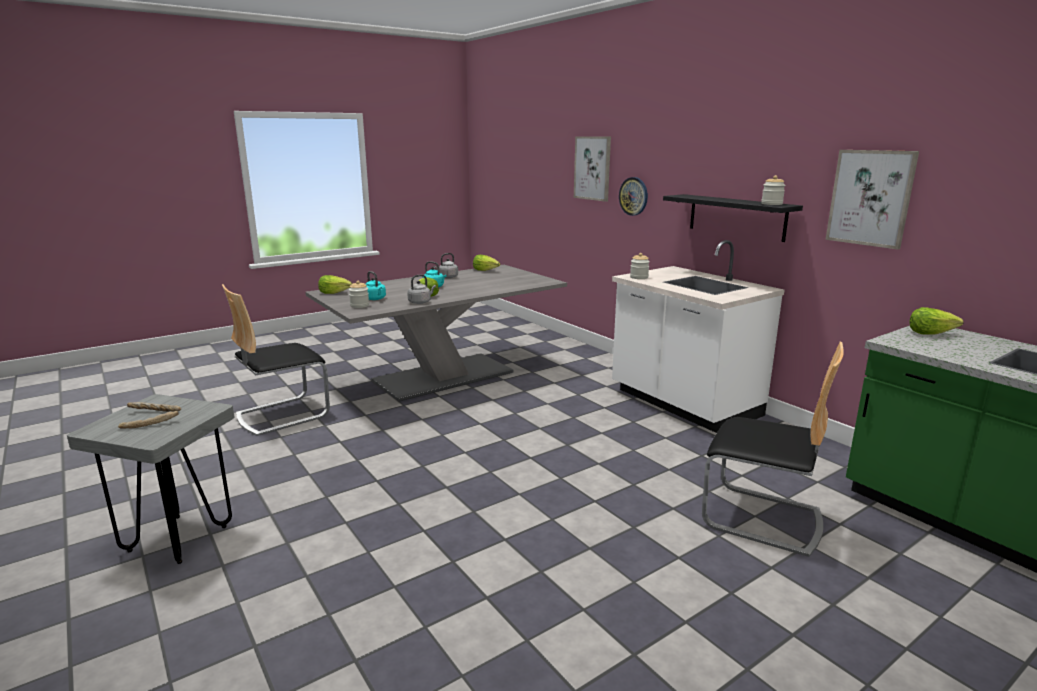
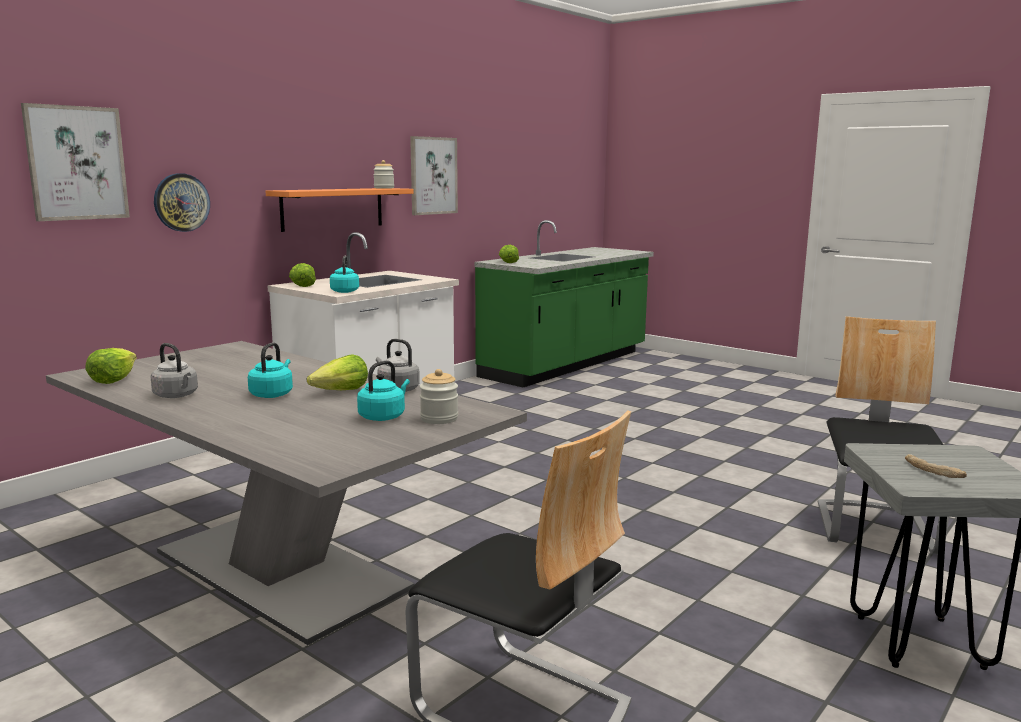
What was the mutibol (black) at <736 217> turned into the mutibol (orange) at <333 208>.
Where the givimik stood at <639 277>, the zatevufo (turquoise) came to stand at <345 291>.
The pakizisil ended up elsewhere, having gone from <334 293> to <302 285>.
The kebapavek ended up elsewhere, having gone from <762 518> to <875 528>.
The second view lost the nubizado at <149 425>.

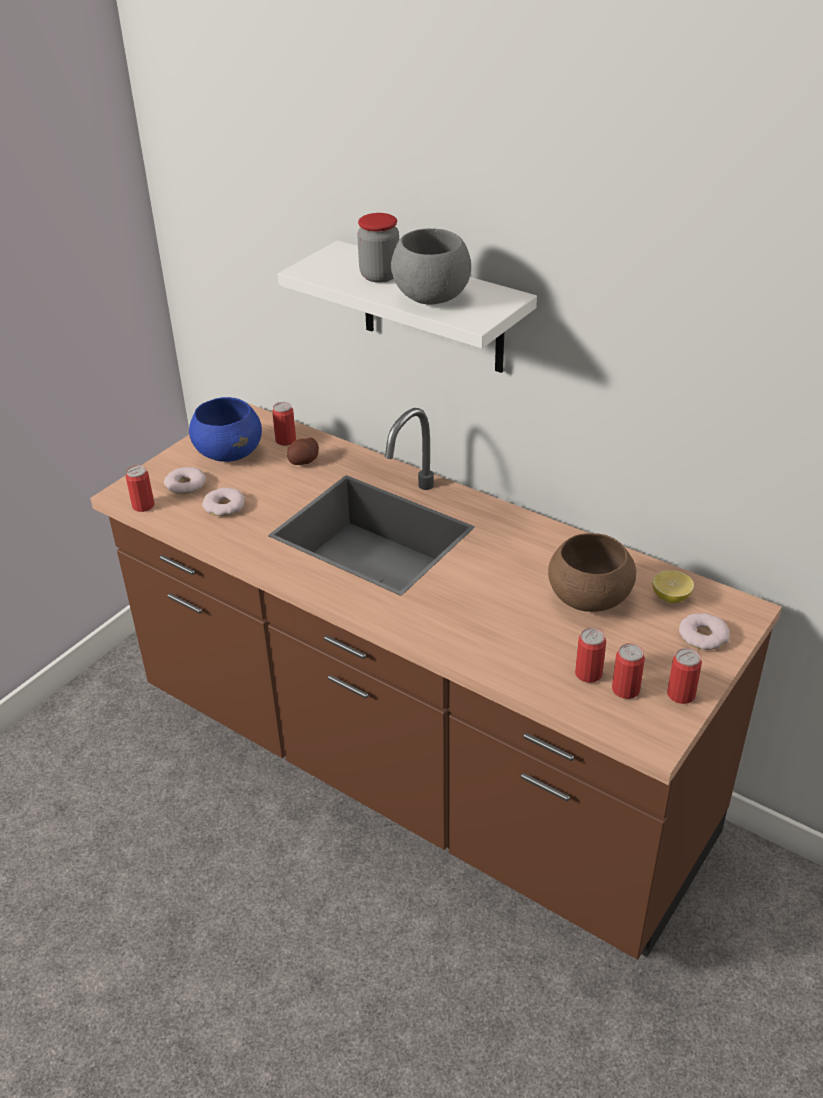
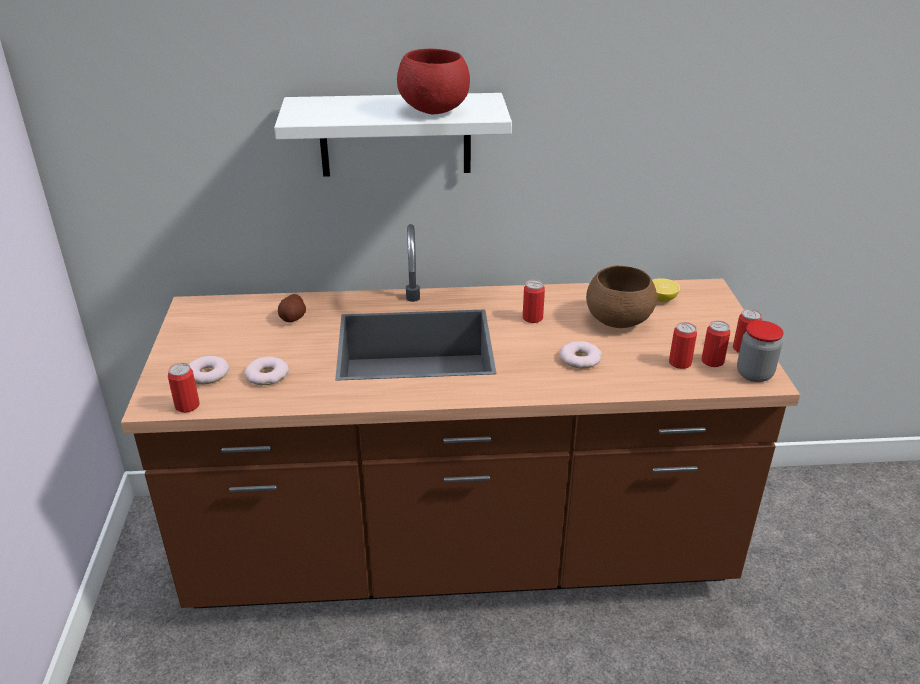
The givimik ended up elsewhere, having gone from <379 276> to <754 374>.
What was the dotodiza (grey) at <430 299> turned into the dotodiza (red) at <433 111>.
The second view lost the dotodiza (blue) at <229 453>.
The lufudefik ended up elsewhere, having gone from <285 440> to <532 318>.
The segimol ended up elsewhere, having gone from <703 636> to <580 359>.

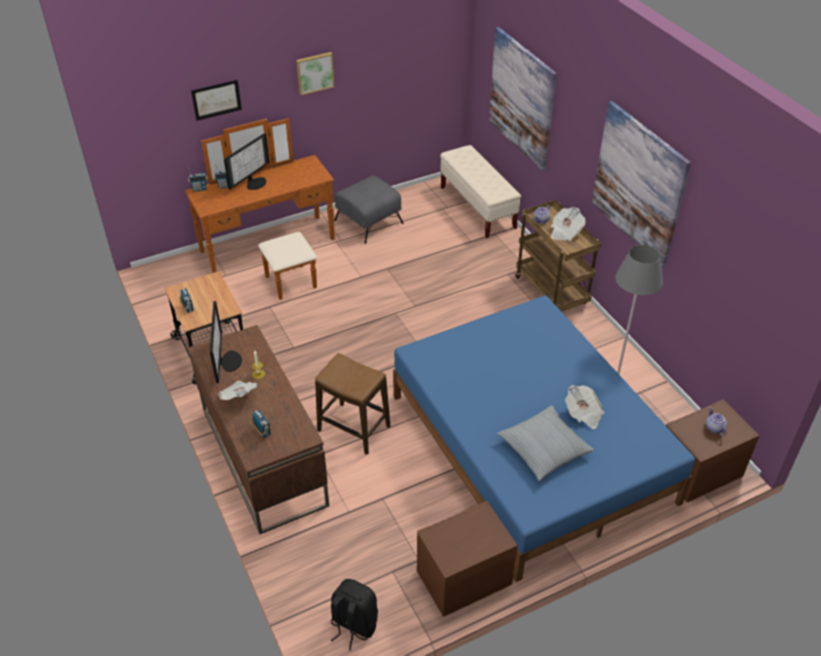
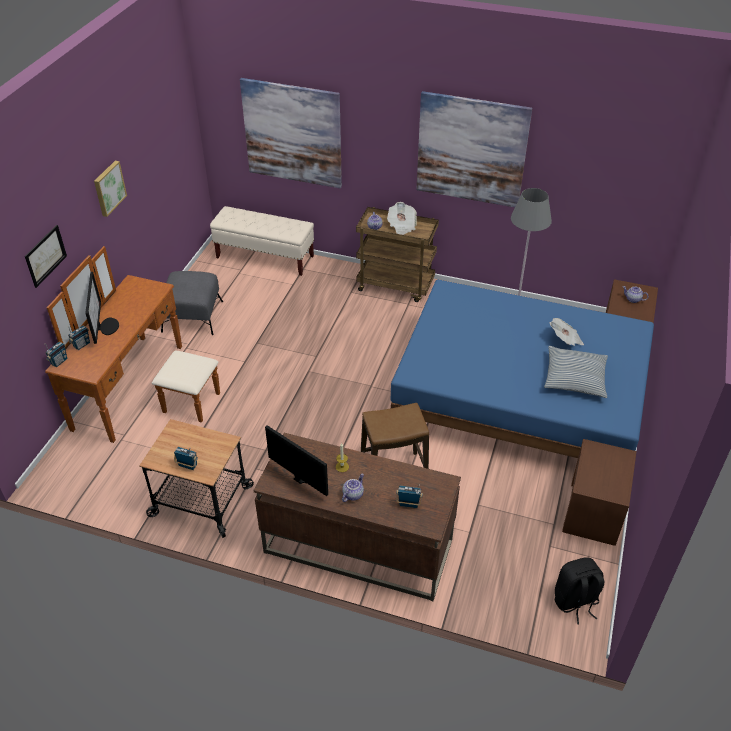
Where the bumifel stood at <238 397>, the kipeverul came to stand at <352 494>.

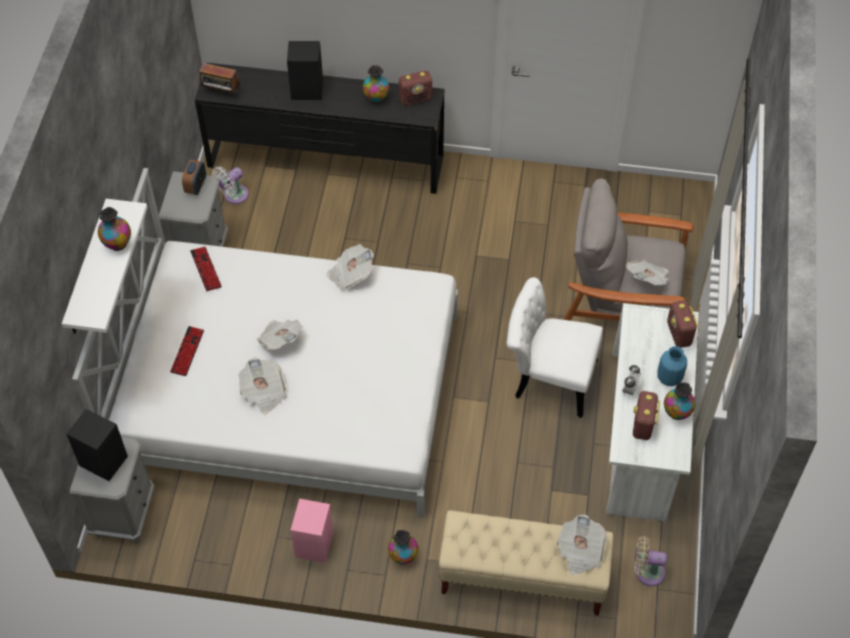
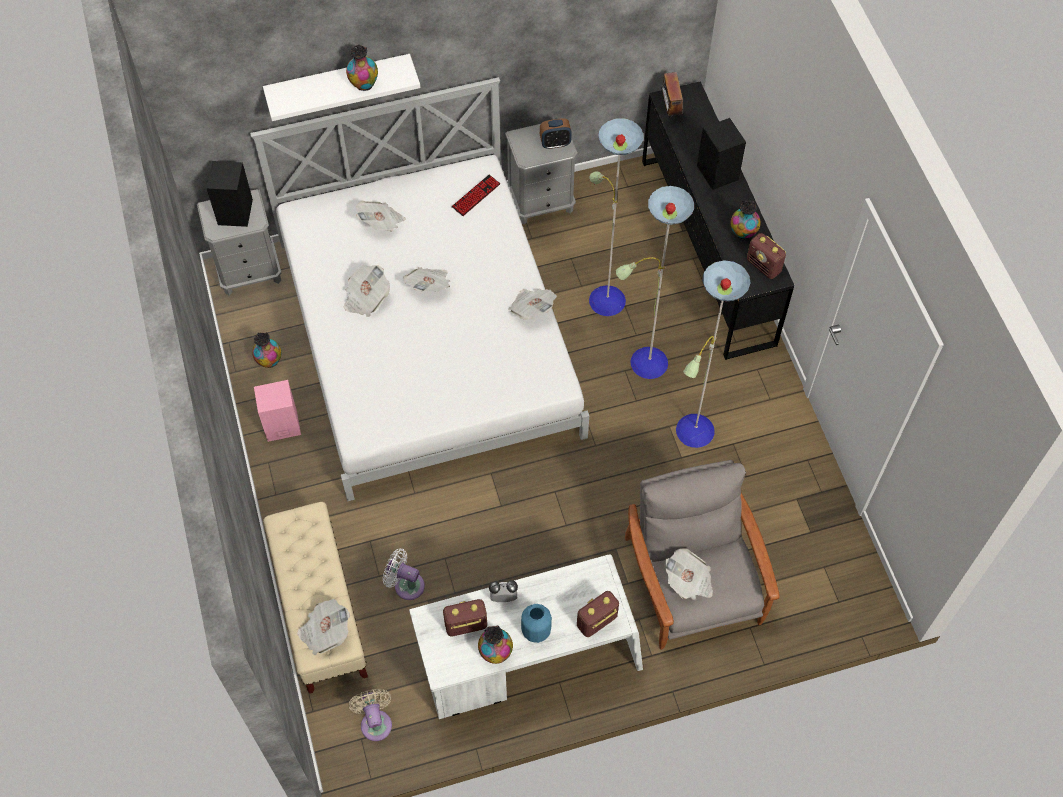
The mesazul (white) ended up elsewhere, having gone from <233 196> to <406 584>.
The second view lost the kebapavek (white) at <547 378>.
Where the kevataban stood at <187 351>, the bumifel came to stand at <381 223>.
The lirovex ended up elsewhere, having gone from <403 556> to <269 361>.
The second view gained the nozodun at <646 363>.

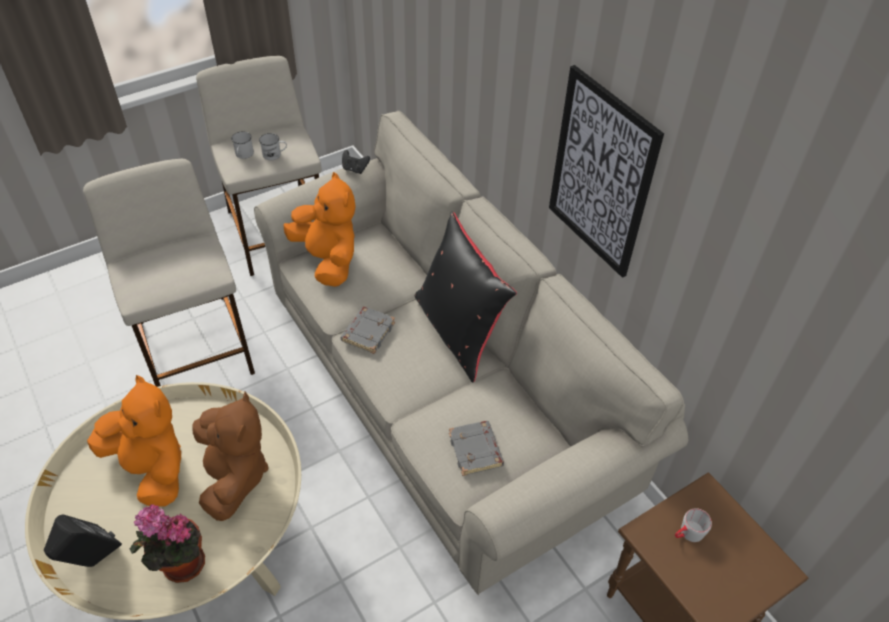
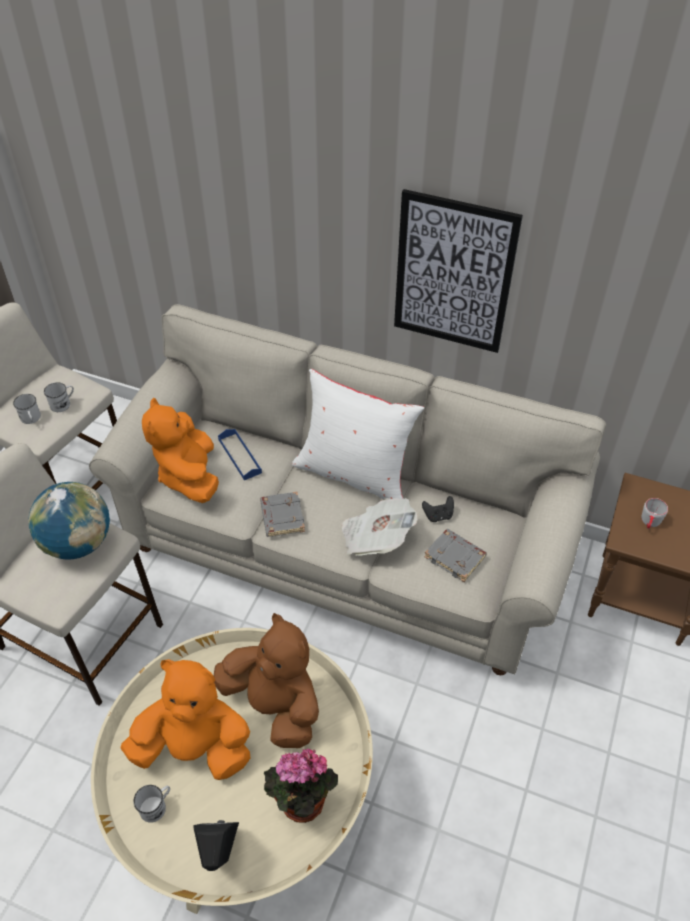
The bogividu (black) ended up elsewhere, having gone from <355 169> to <438 515>.
The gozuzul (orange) at <328 260> ended up facing another way, 120 degrees counterclockwise from before.
What was the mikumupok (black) at <459 331> turned into the mikumupok (white) at <354 474>.
The second view gained the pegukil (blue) at <239 456>.
The second view gained the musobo at <78 543>.
The second view gained the bumifel at <376 538>.
The second view gained the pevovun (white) at <156 806>.

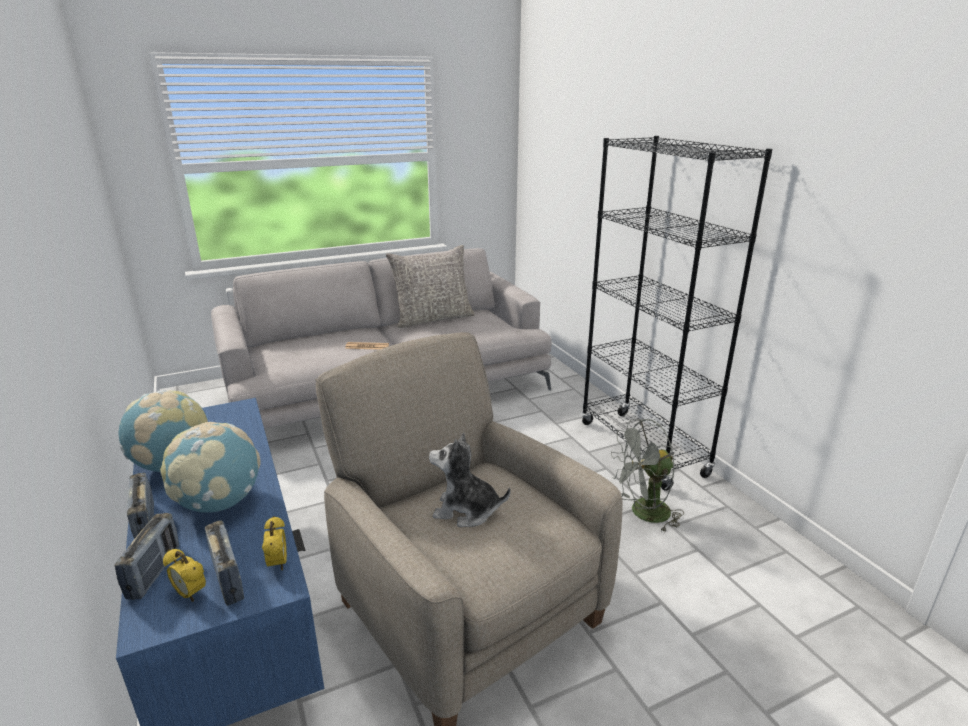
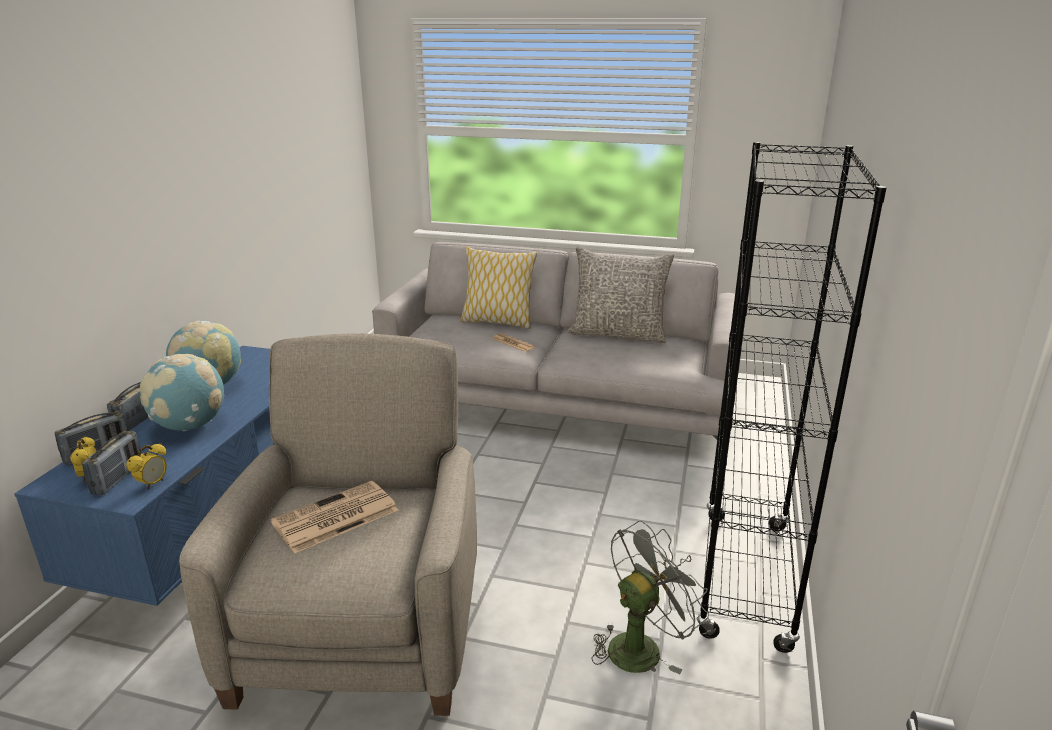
The mesazul (grey) at <643 514> ended up facing another way, 120 degrees clockwise from before.
Where the gozuzul stood at <466 511>, the bumifel came to stand at <334 518>.
The second view gained the mikumupok at <497 322>.

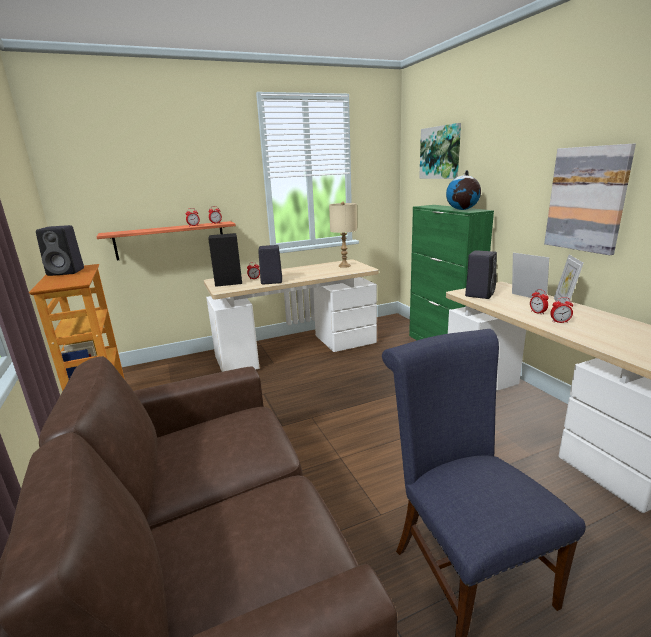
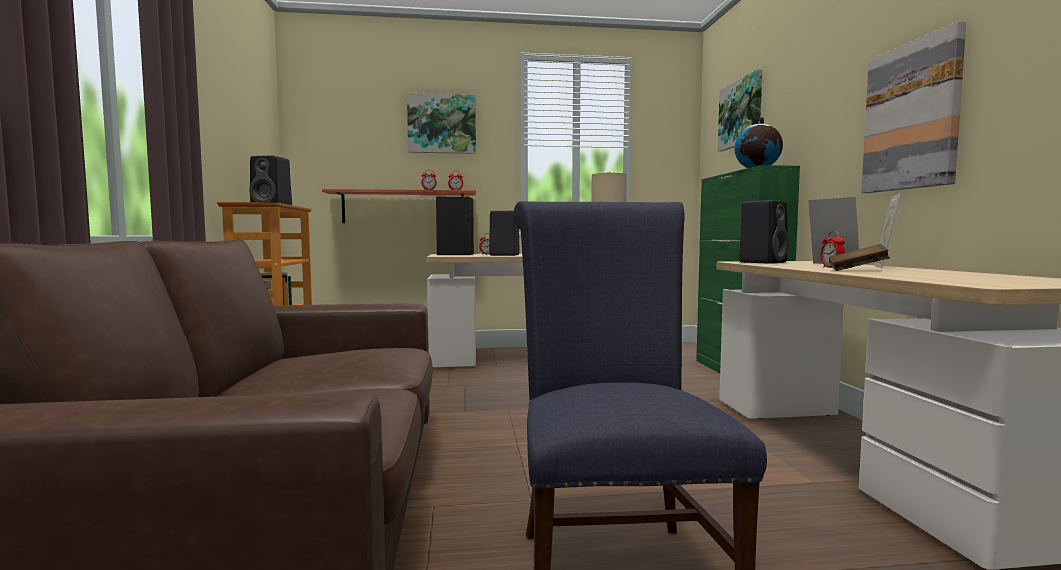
Where the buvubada stood at <559 322>, the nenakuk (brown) came to stand at <857 270>.
The second view gained the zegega at <442 124>.

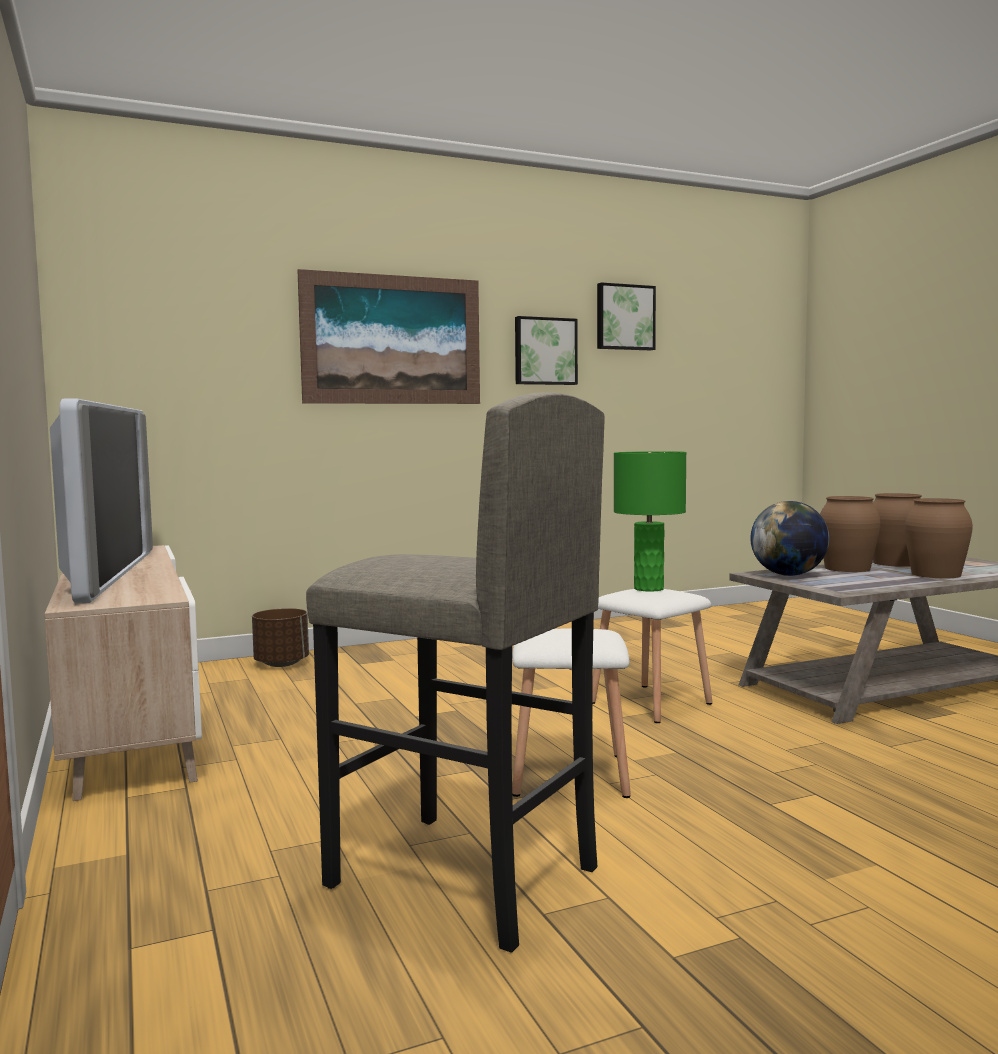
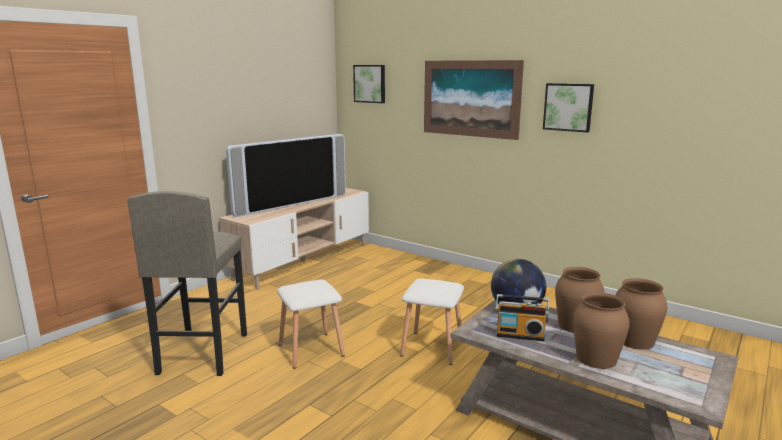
The zegega ended up elsewhere, having gone from <624 317> to <370 83>.
The second view lost the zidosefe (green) at <648 589>.
The second view lost the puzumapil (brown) at <281 663>.
The second view gained the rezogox at <520 334>.

